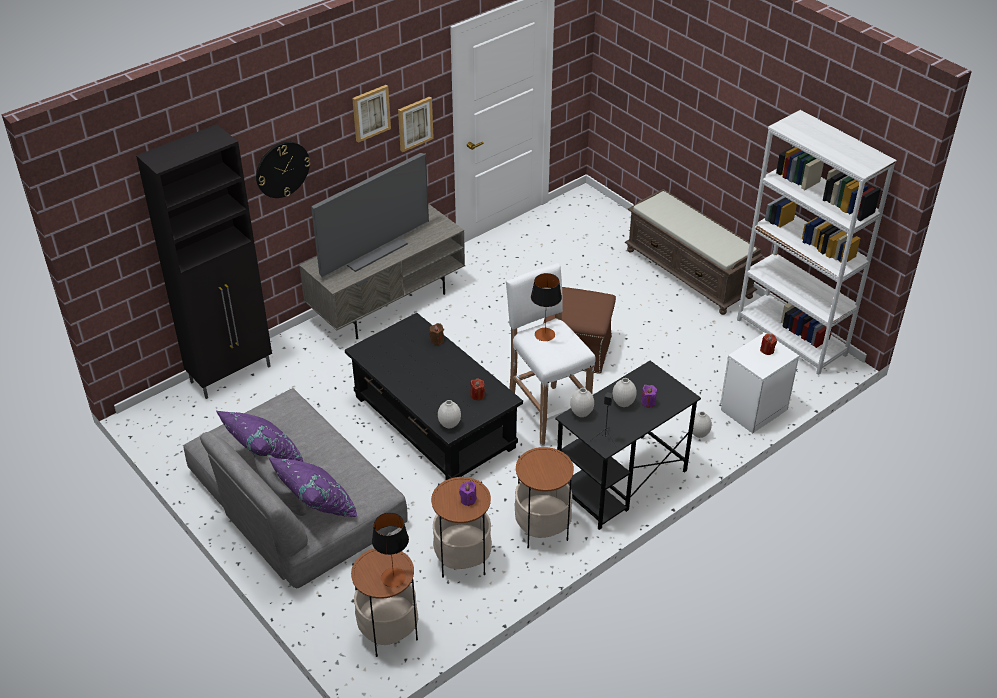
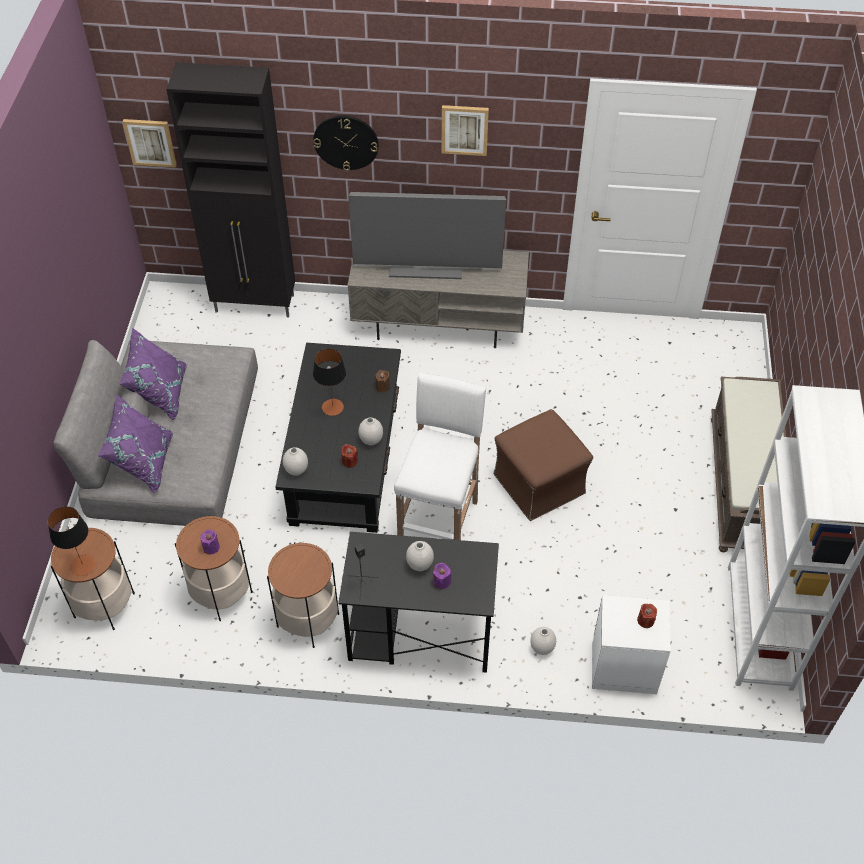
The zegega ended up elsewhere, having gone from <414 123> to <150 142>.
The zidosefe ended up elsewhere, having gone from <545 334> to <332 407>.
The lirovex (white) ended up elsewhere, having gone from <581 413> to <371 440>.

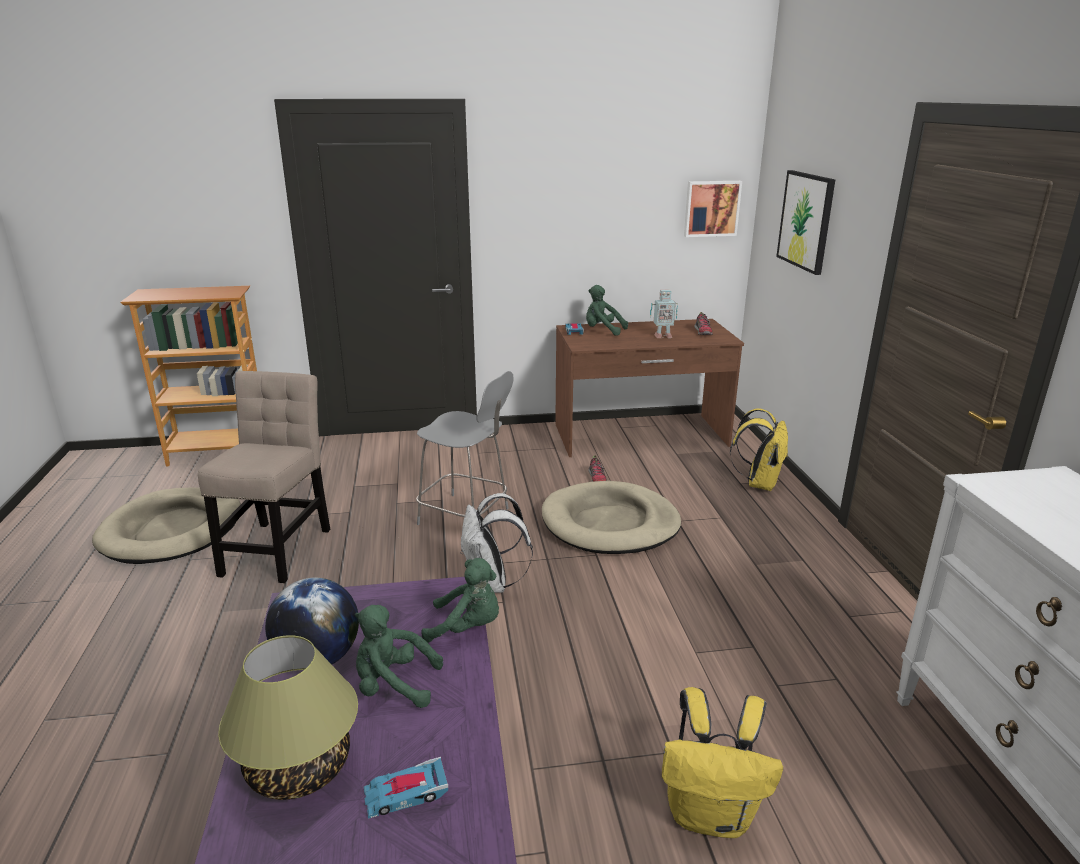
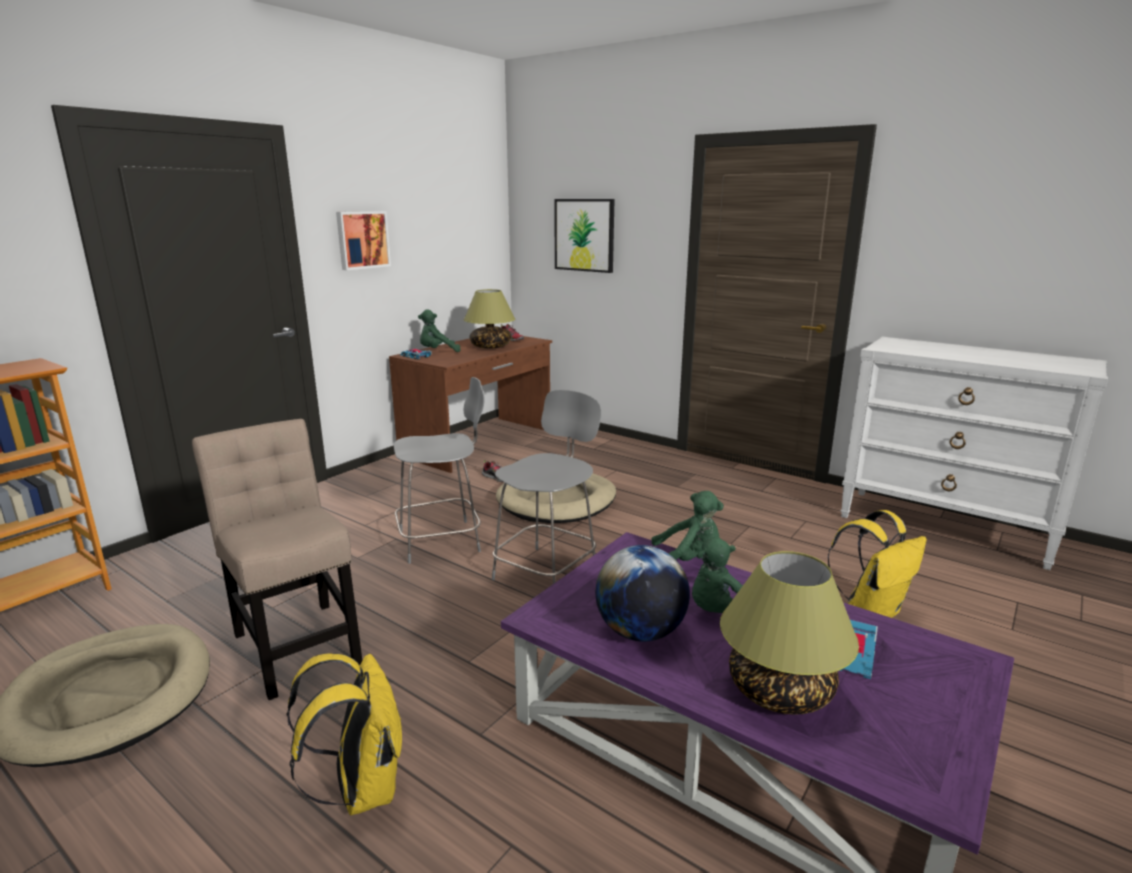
The zegega ended up elsewhere, having gone from <711 208> to <362 240>.
Where the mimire stood at <662 336>, the zidosefe came to stand at <490 347>.
The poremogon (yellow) ended up elsewhere, having gone from <759 483> to <361 787>.
Where the poremogon (white) stood at <491 585>, the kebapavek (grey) came to stand at <547 572>.
The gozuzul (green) at <467 627> ended up facing another way, 45 degrees clockwise from before.

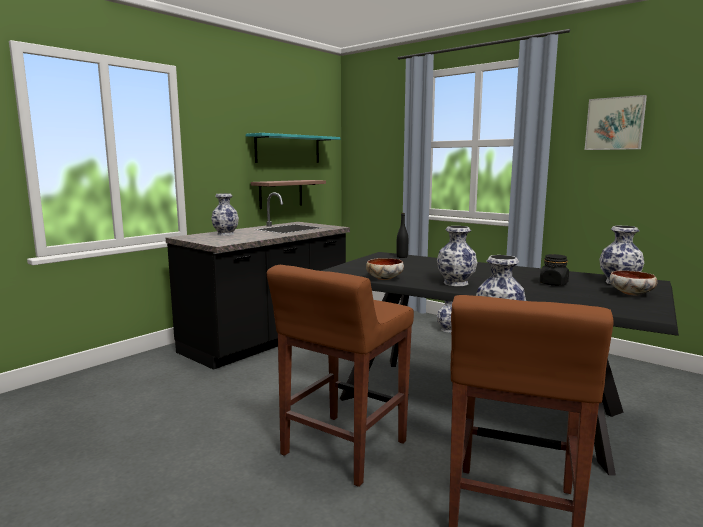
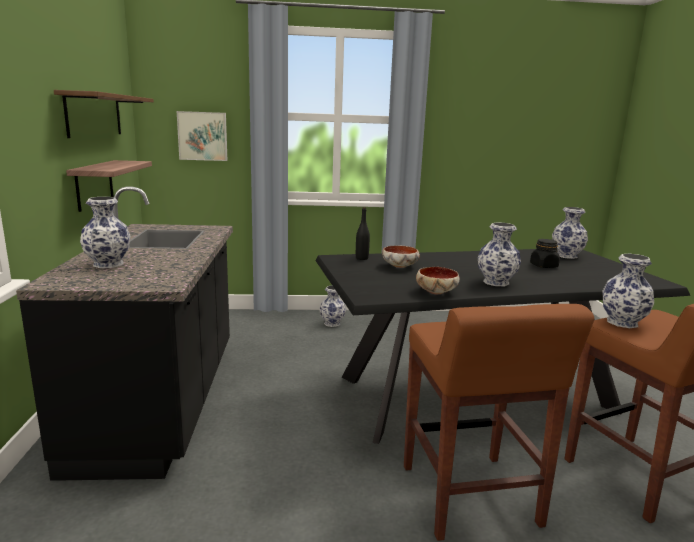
The zegega ended up elsewhere, having gone from <615 124> to <203 136>.
What was the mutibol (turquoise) at <288 149> turned into the mutibol (brown) at <94 115>.
The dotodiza ended up elsewhere, having gone from <632 294> to <400 266>.

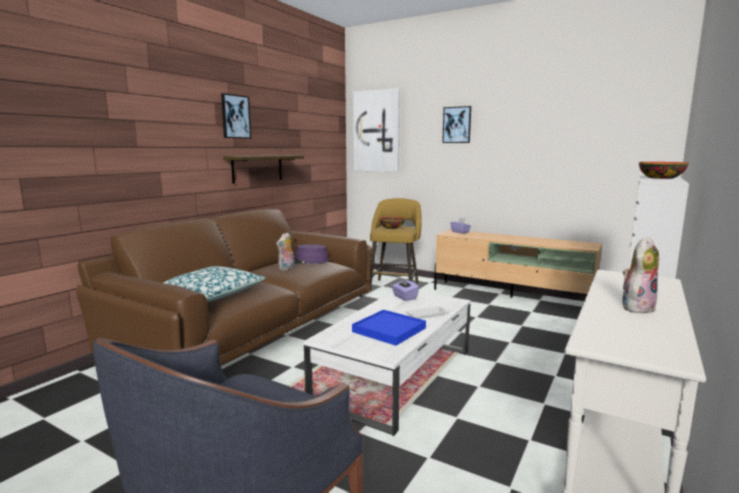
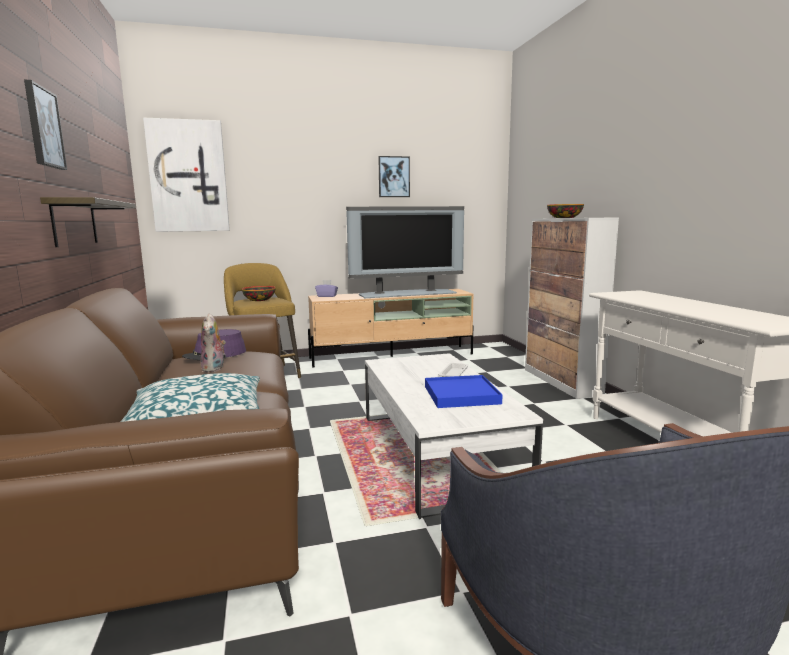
The zegega ended up elsewhere, having gone from <457 125> to <394 177>.
The second view lost the gozuzul at <636 307>.
The second view lost the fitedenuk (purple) at <404 297>.
The second view gained the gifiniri at <406 293>.

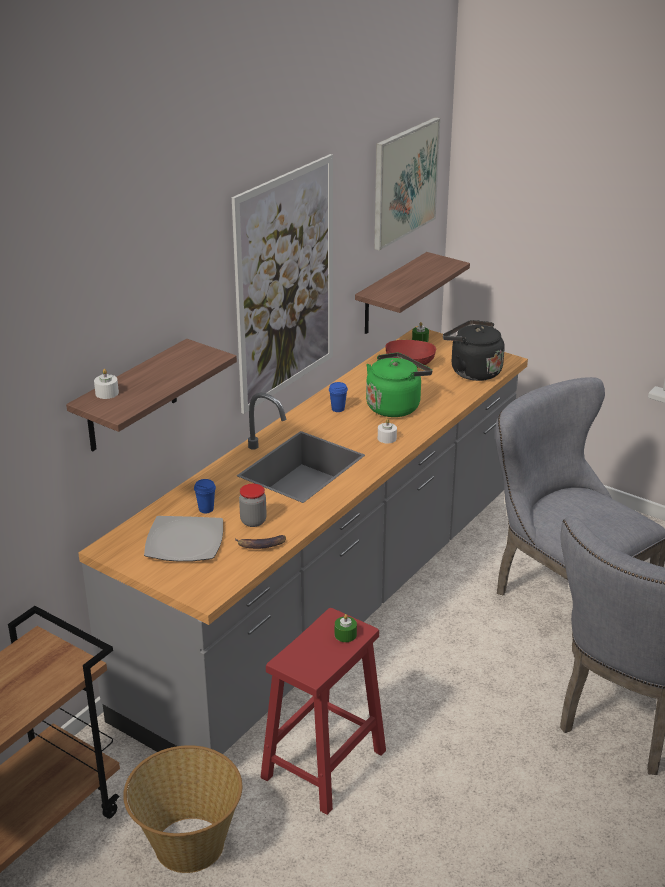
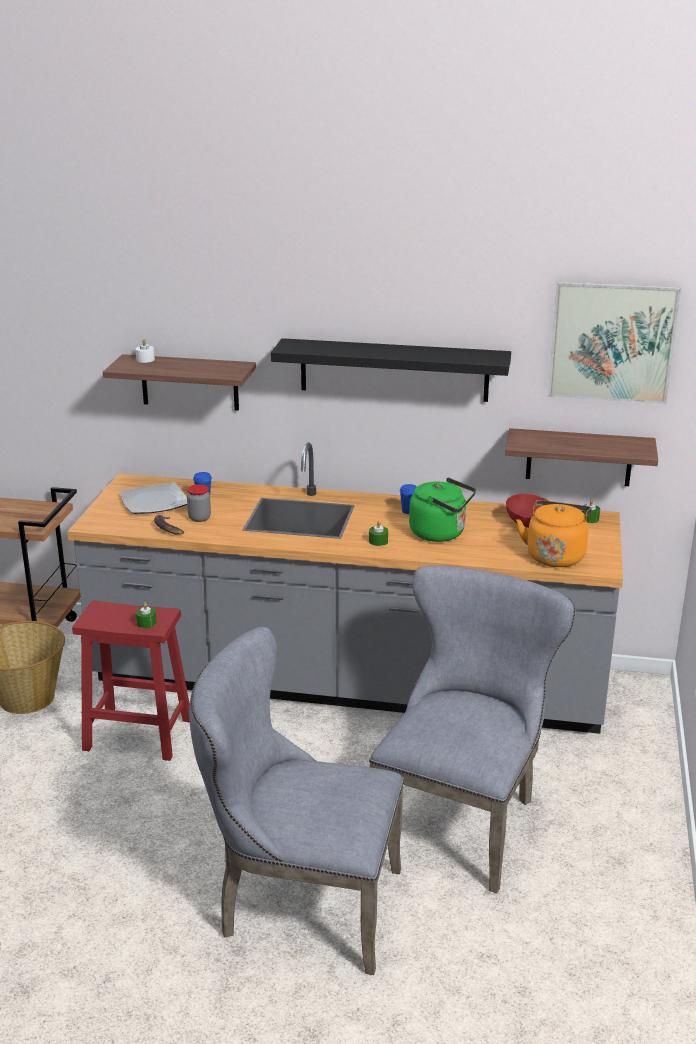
Where the zegega hung at <285 284>, the mutibol (black) came to hang at <394 370>.
What was the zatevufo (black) at <472 371> turned into the zatevufo (orange) at <555 555>.
What was the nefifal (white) at <387 438> turned into the nefifal (green) at <378 541>.

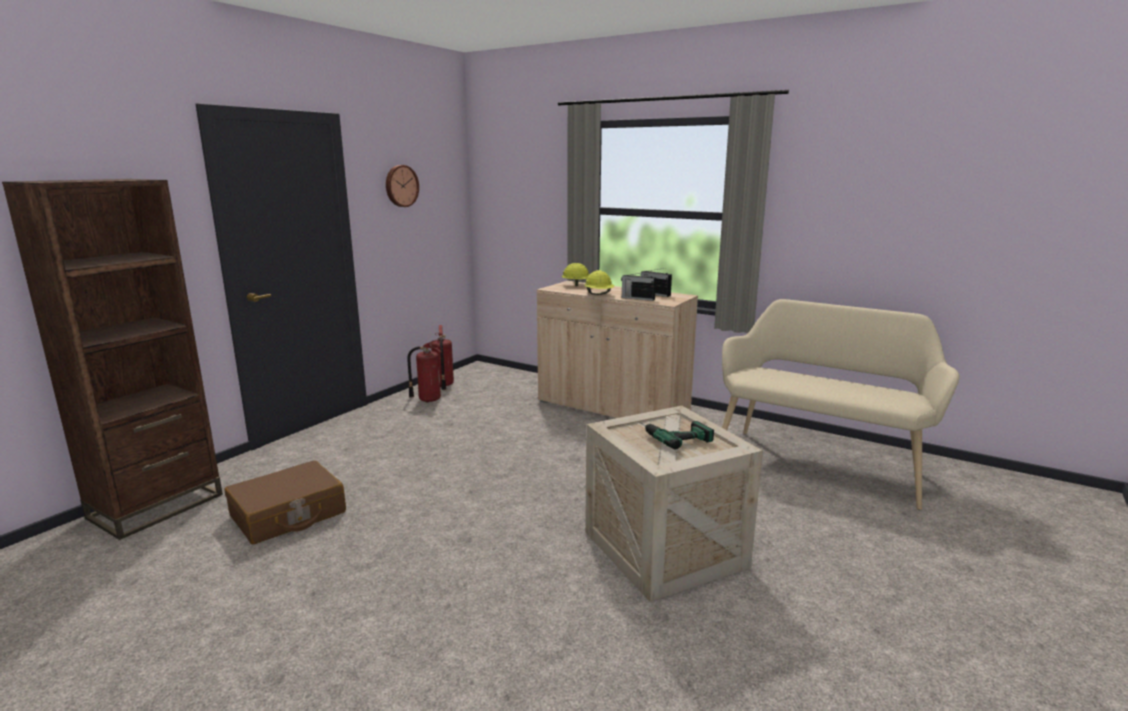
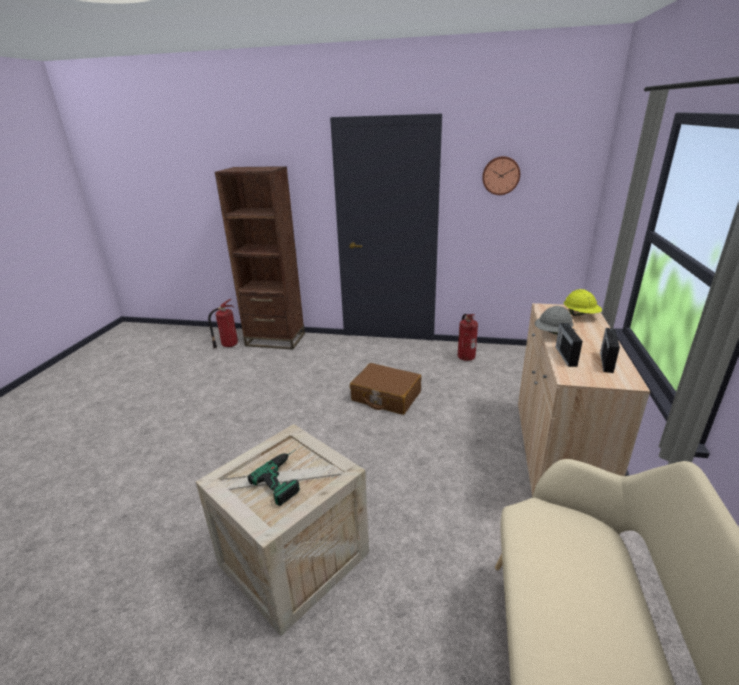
What was the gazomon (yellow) at <599 294> turned into the gazomon (grey) at <552 333>.
The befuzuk ended up elsewhere, having gone from <443 385> to <228 345>.
The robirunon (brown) ended up elsewhere, having gone from <288 515> to <386 396>.

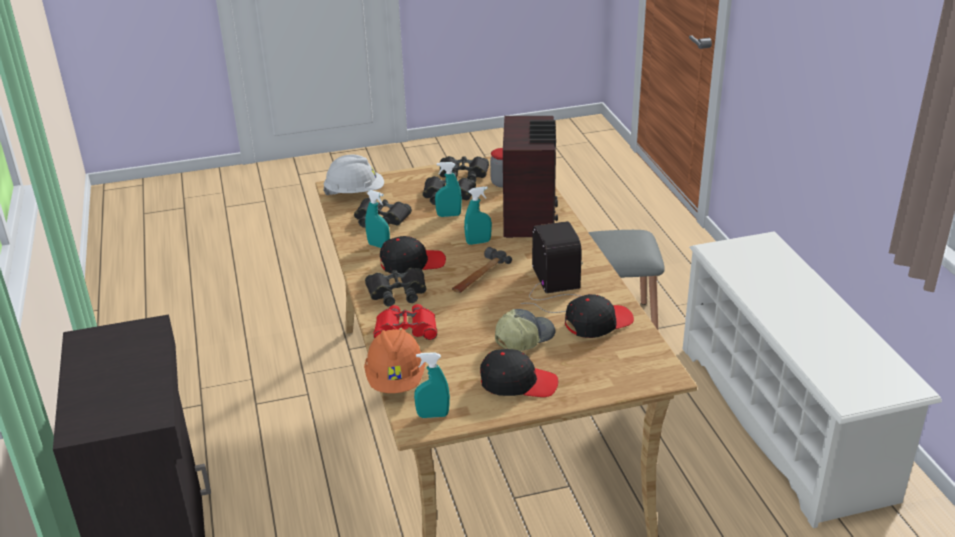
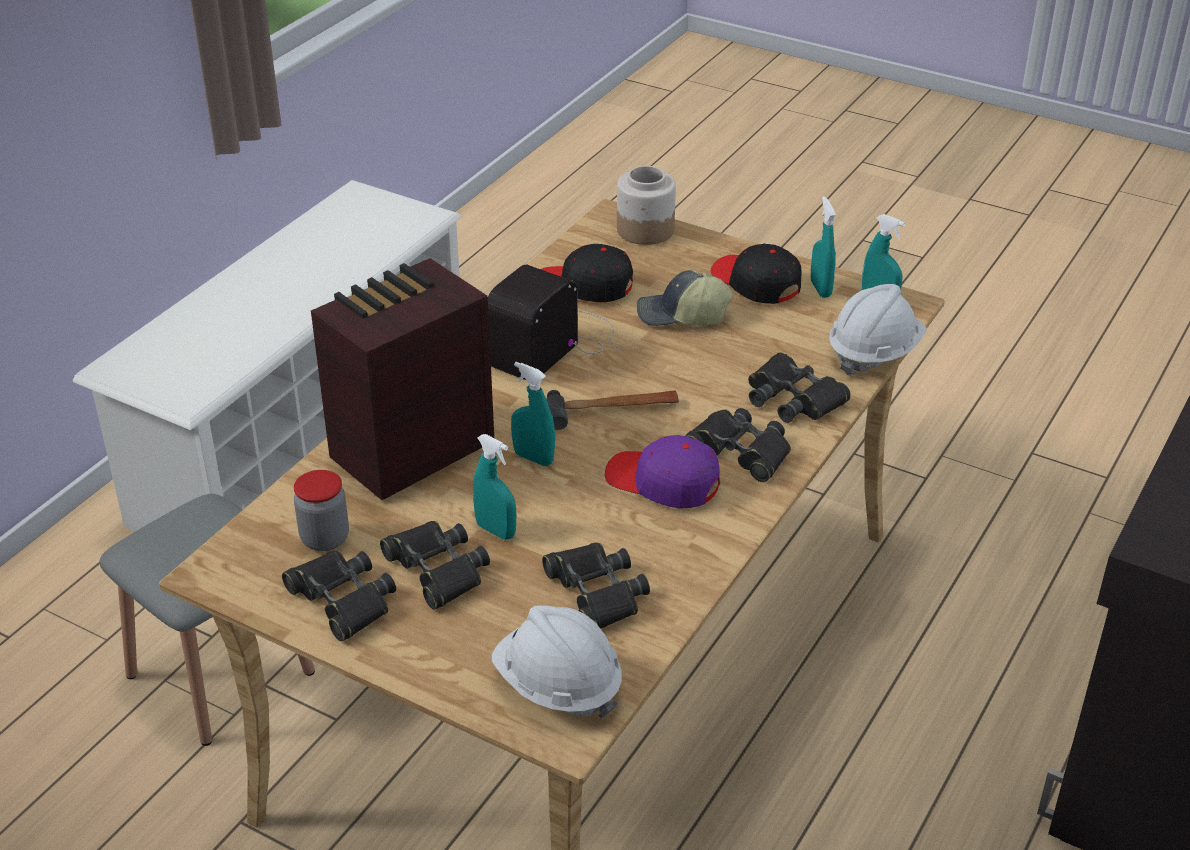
The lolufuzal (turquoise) ended up elsewhere, having gone from <378 246> to <820 289>.
What was the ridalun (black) at <412 263> turned into the ridalun (purple) at <663 482>.
What was the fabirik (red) at <406 329> turned into the fabirik (black) at <793 398>.
What was the gazomon (orange) at <396 379> turned into the gazomon (white) at <874 352>.
The second view gained the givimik at <644 230>.

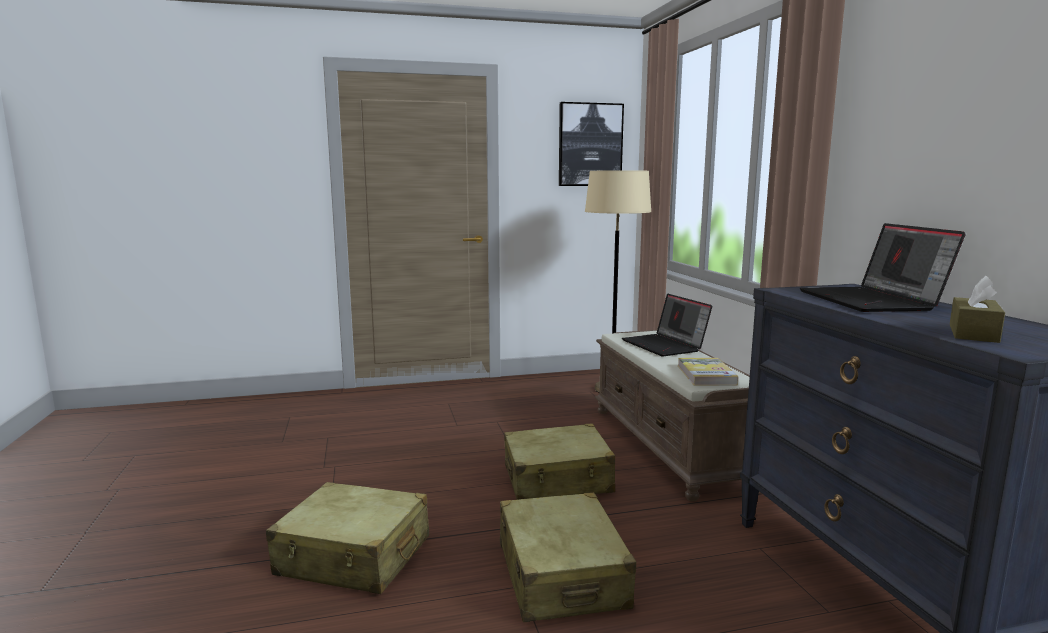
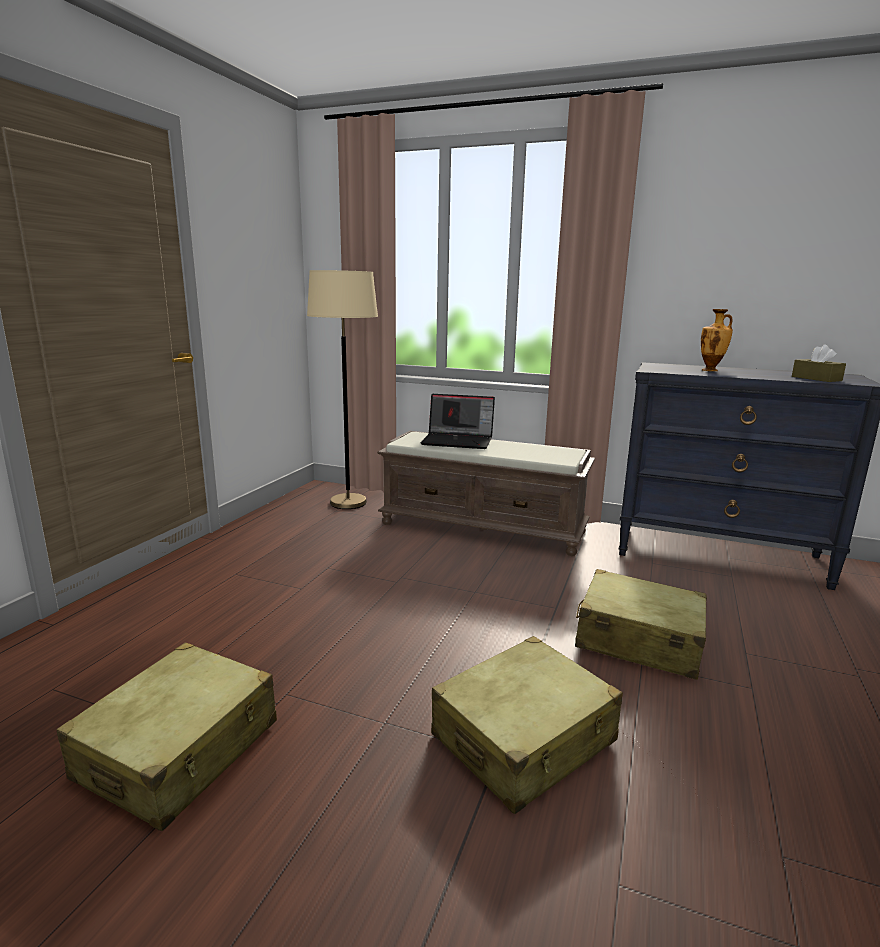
The second view lost the zegega at <590 145>.
Where the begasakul stood at <873 301>, the lirovex came to stand at <711 370>.
The second view lost the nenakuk at <706 375>.
The robirunon (beige) ended up elsewhere, having gone from <558 480> to <180 750>.

